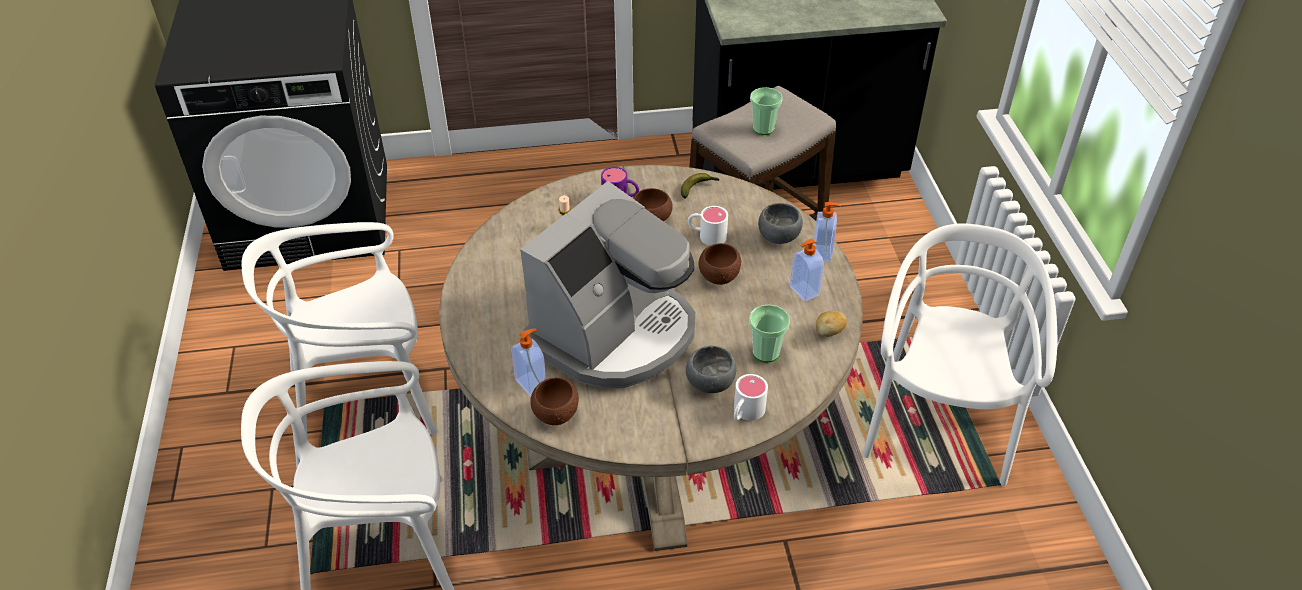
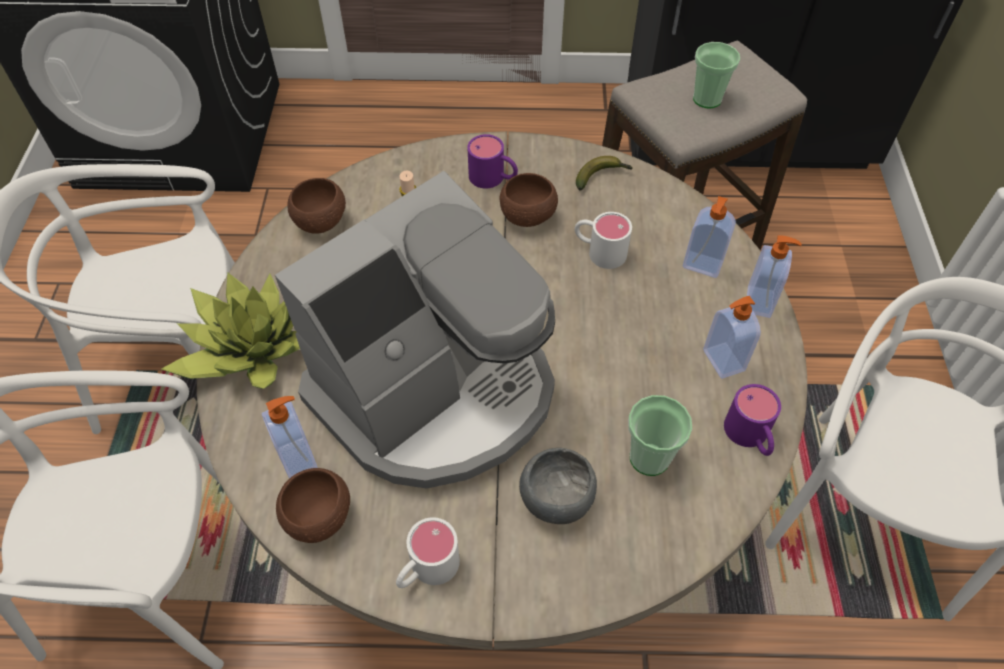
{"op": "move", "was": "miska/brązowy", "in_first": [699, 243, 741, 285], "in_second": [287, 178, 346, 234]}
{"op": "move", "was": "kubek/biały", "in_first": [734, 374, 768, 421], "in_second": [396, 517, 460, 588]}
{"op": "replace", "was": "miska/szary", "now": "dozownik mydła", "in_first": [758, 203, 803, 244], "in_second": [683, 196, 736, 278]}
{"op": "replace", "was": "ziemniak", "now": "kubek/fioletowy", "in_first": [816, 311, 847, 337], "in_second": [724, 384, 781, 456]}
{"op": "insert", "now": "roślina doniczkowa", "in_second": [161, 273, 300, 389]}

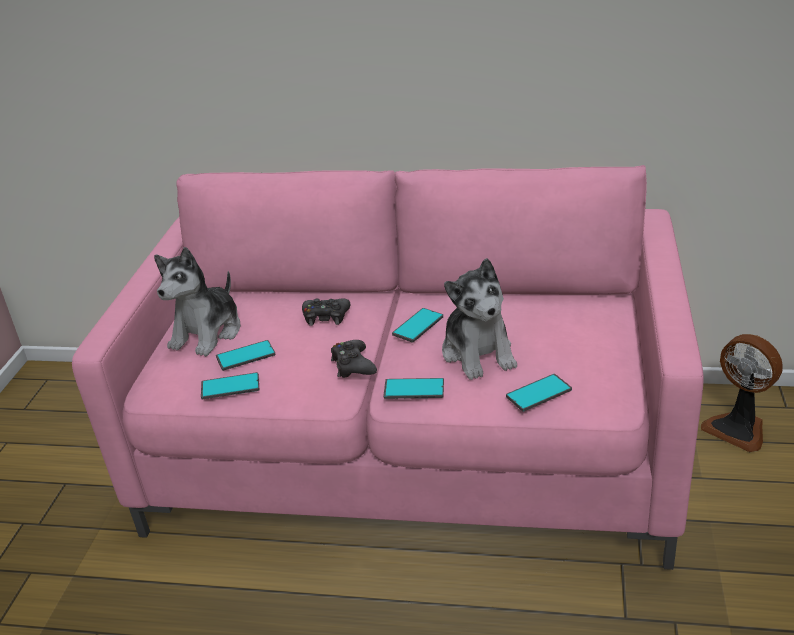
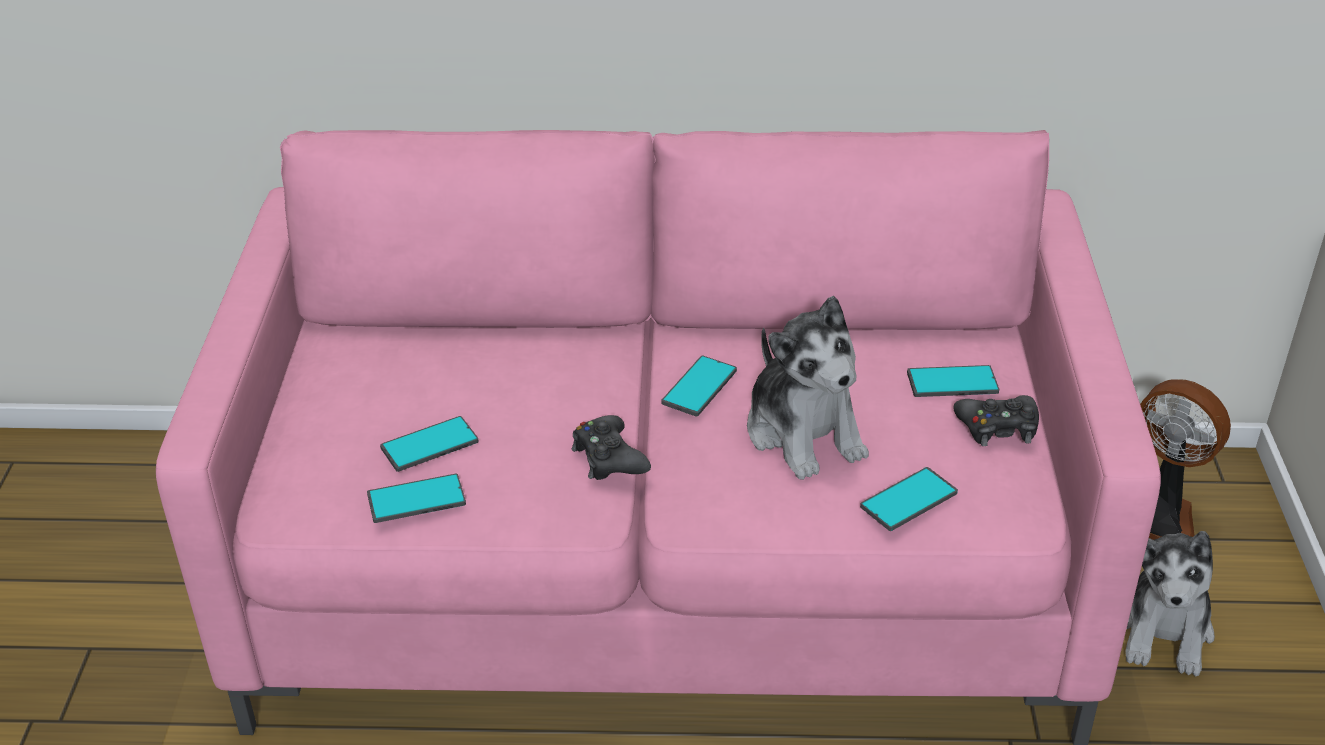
{"op": "move", "was": "pluszak", "in_first": [154, 247, 241, 356], "in_second": [1125, 531, 1215, 677]}
{"op": "move", "was": "pad do gier/czarny", "in_first": [302, 298, 350, 326], "in_second": [953, 395, 1039, 446]}
{"op": "move", "was": "telefon", "in_first": [383, 378, 444, 399], "in_second": [907, 365, 999, 397]}

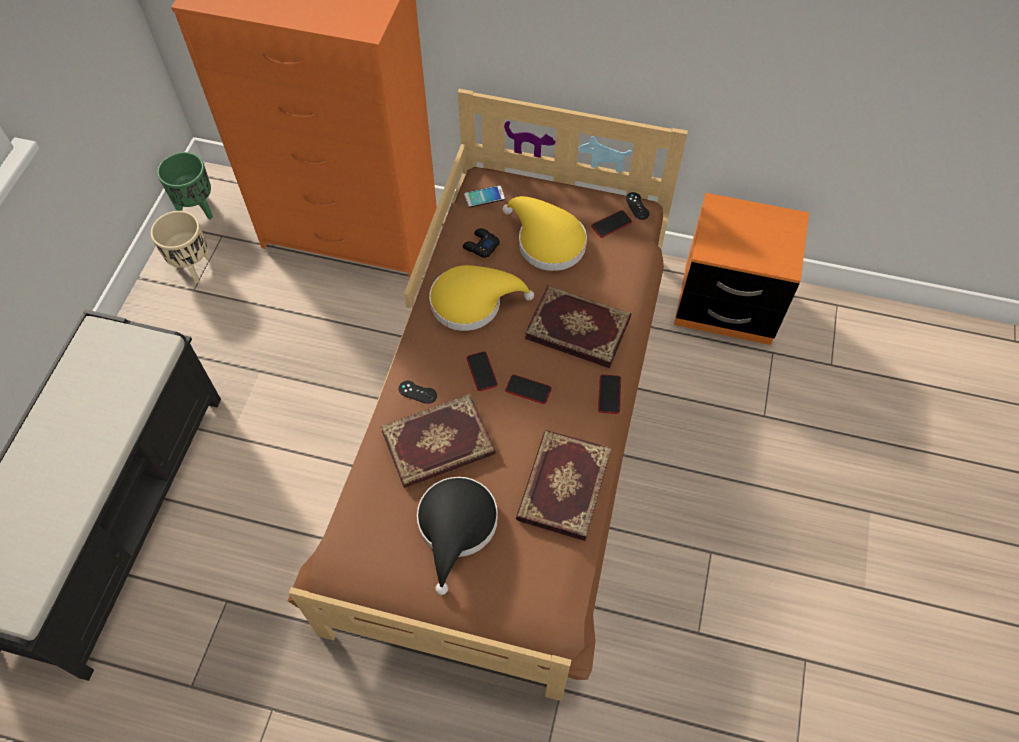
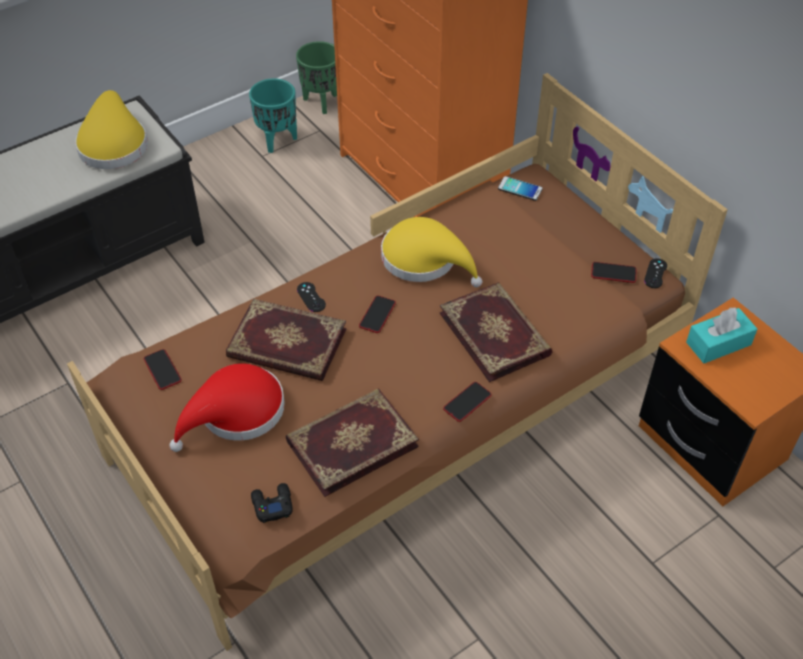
{"op": "recolor", "was": "donica/beżowy", "now": "donica/turkusowy", "in_first": [151, 211, 210, 283], "in_second": [249, 78, 297, 153]}
{"op": "recolor", "was": "kapelusz/czarny", "now": "kapelusz/czerwony", "in_first": [417, 477, 498, 595], "in_second": [170, 363, 285, 452]}
{"op": "move", "was": "pad do gier/czarny", "in_first": [463, 228, 500, 258], "in_second": [251, 483, 293, 523]}
{"op": "move", "was": "kapelusz/żółty", "in_first": [503, 196, 587, 271], "in_second": [75, 90, 148, 169]}
{"op": "move", "was": "telefon", "in_first": [505, 375, 552, 404], "in_second": [144, 349, 182, 390]}
{"op": "insert", "now": "pudełko chusteczek/turkusowy", "in_second": [686, 308, 757, 363]}

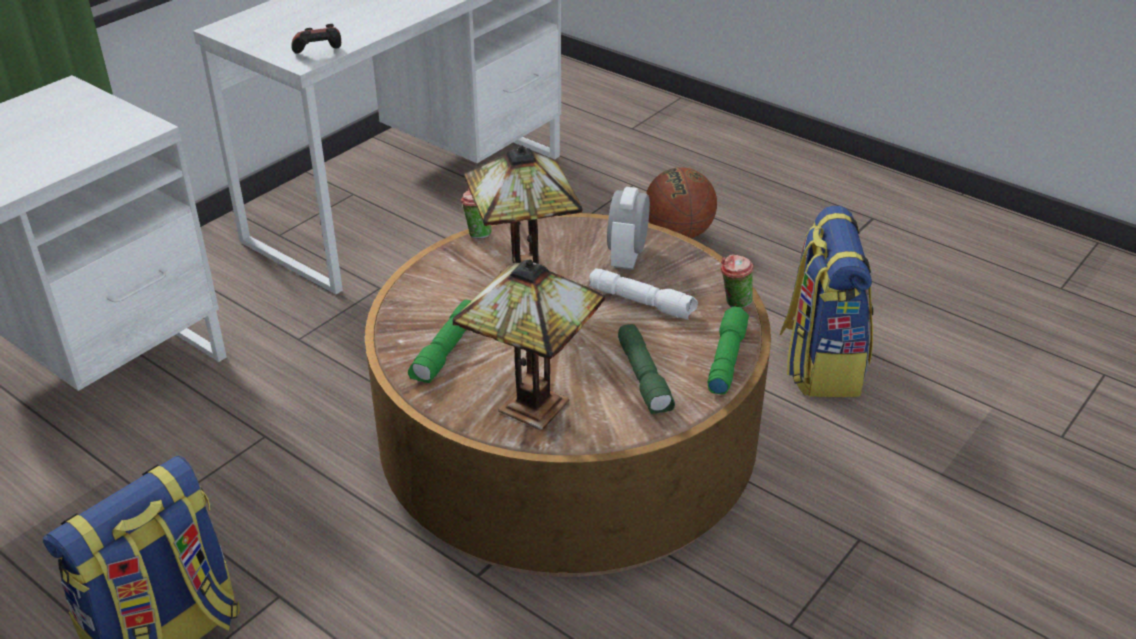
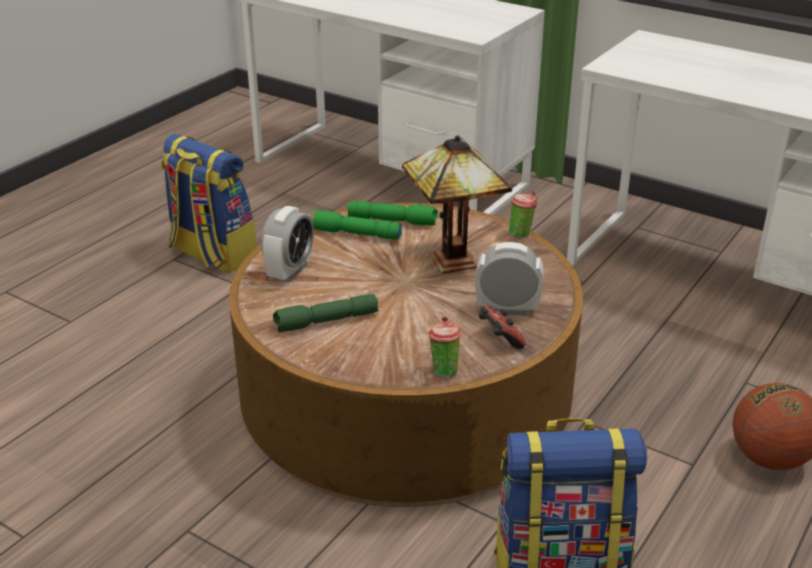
{"op": "move", "was": "pad do gier", "in_first": [291, 24, 341, 53], "in_second": [478, 306, 525, 349]}
{"op": "replace", "was": "lampa stołowa", "now": "budzik", "in_first": [452, 260, 605, 430], "in_second": [261, 206, 314, 282]}
{"op": "delete", "was": "latarka/biały", "in_first": [589, 268, 698, 320]}
{"op": "move", "was": "latarka/zielony", "in_first": [708, 307, 749, 395], "in_second": [347, 201, 438, 226]}

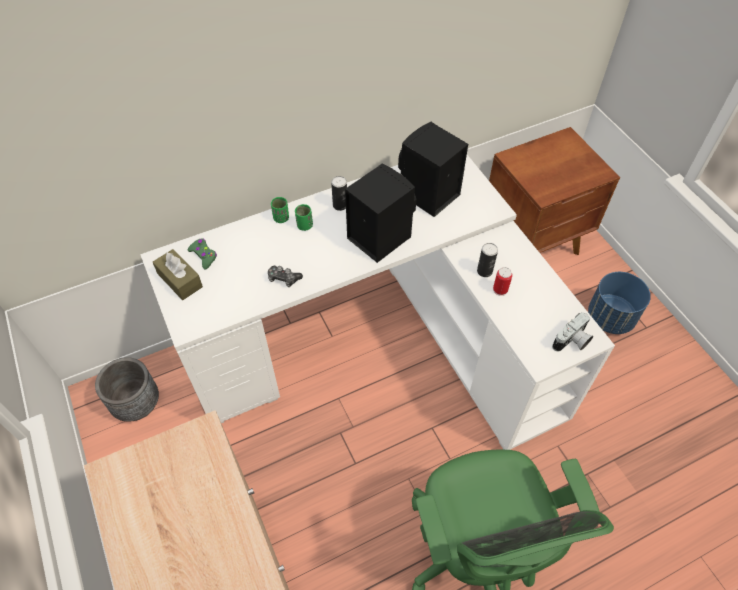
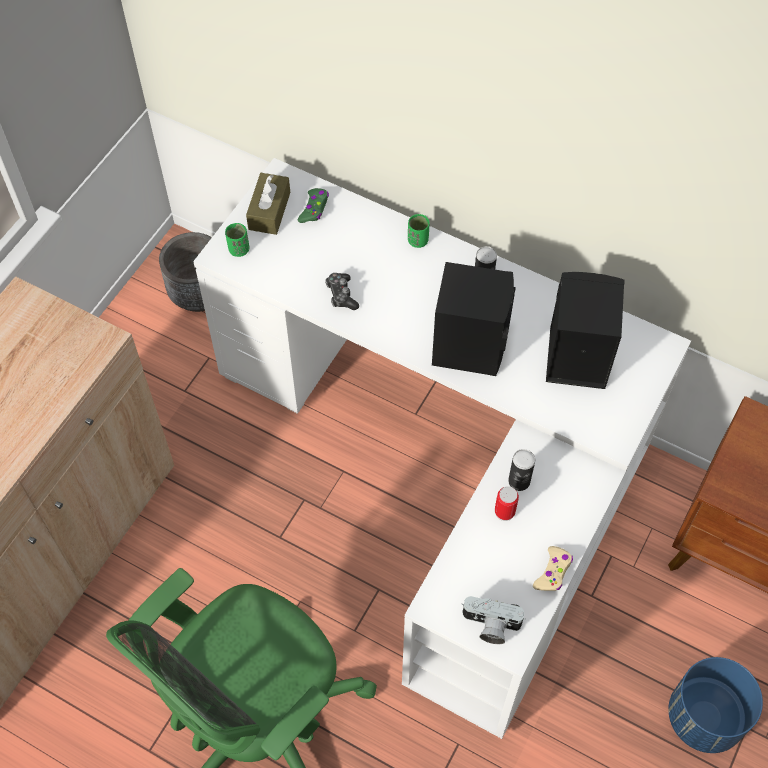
{"op": "move", "was": "filiżanka/zielony", "in_first": [295, 204, 313, 231], "in_second": [225, 223, 250, 257]}
{"op": "insert", "now": "pad do gier/beżowy", "in_second": [533, 546, 573, 591]}

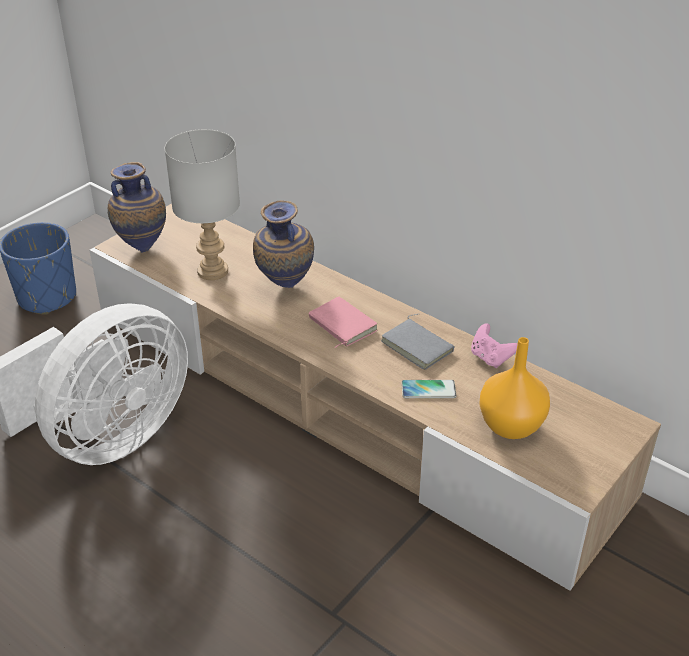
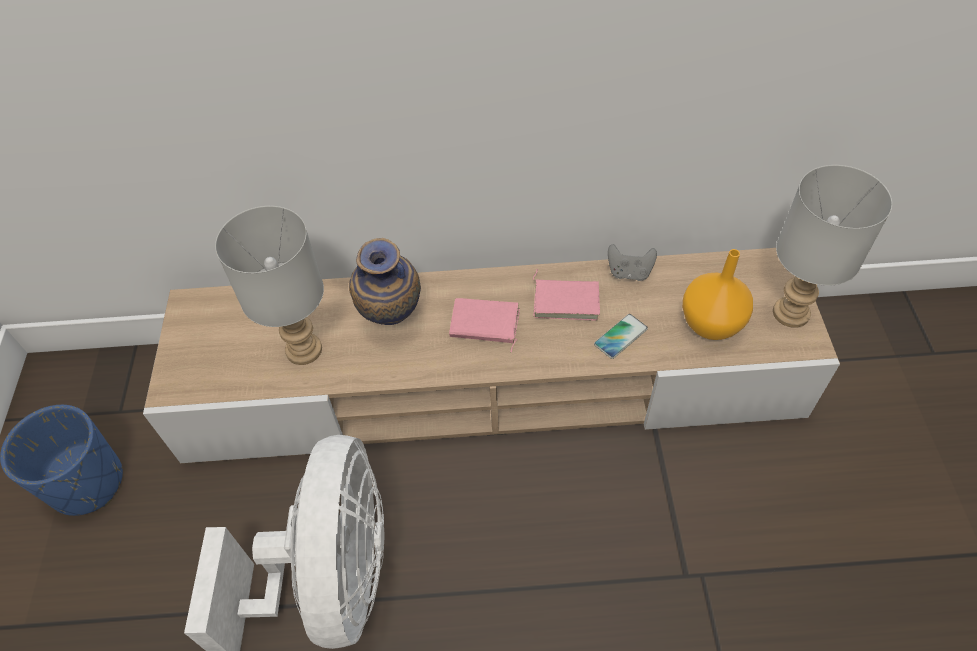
{"op": "delete", "was": "wazon", "in_first": [108, 162, 166, 253]}
{"op": "recolor", "was": "książka/szary", "now": "książka/różowy", "in_first": [381, 314, 455, 370], "in_second": [533, 269, 600, 321]}
{"op": "recolor", "was": "pad do gier/różowy", "now": "pad do gier/szary", "in_first": [471, 323, 517, 368], "in_second": [608, 244, 657, 281]}
{"op": "insert", "now": "lampa stołowa/szary", "in_second": [773, 165, 892, 328]}

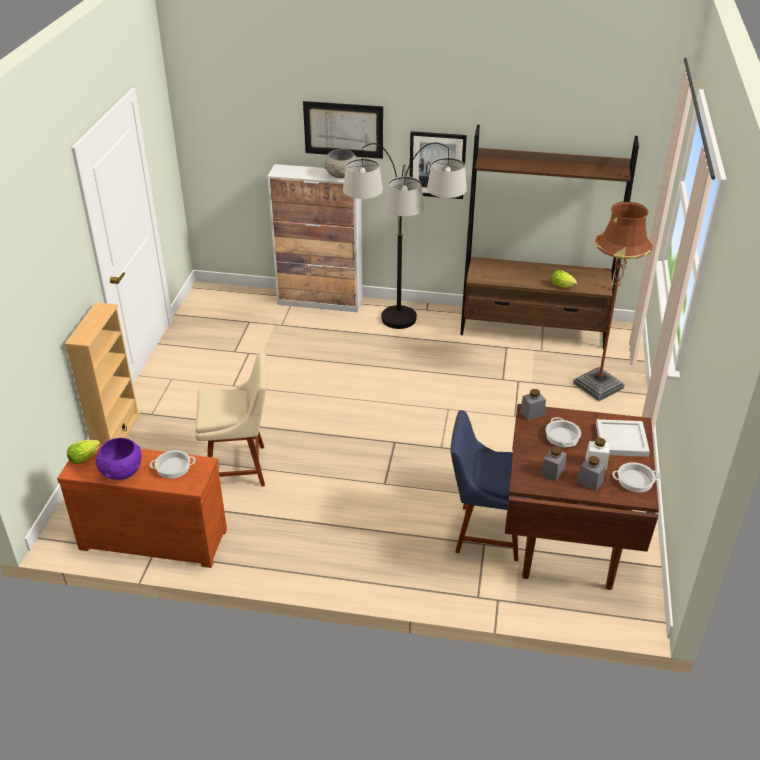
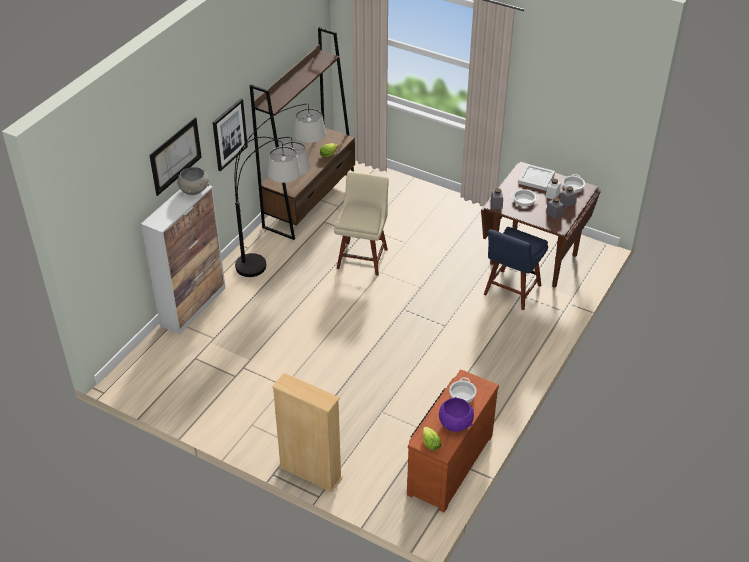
{"op": "move", "was": "krzesło/beżowy", "in_first": [195, 352, 268, 487], "in_second": [334, 171, 389, 276]}
{"op": "delete", "was": "lampa stojąca/brązowy", "in_first": [573, 202, 653, 401]}

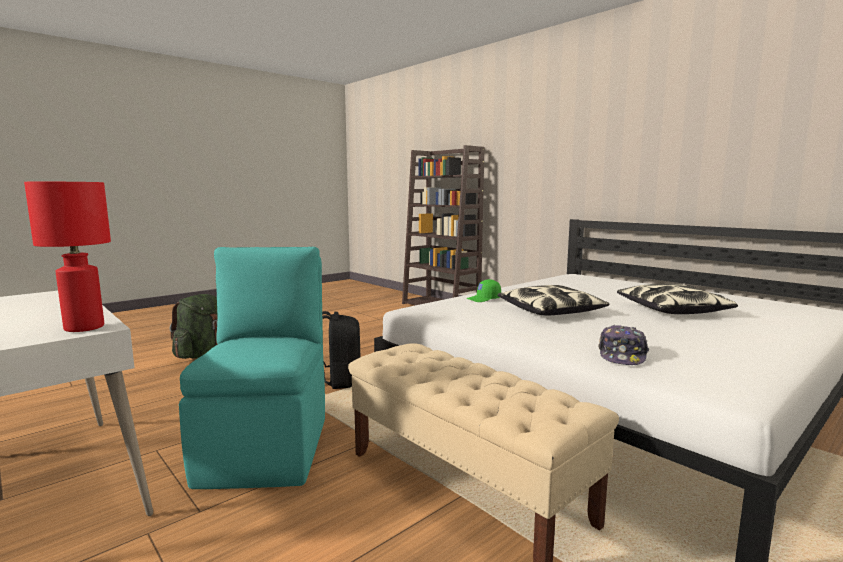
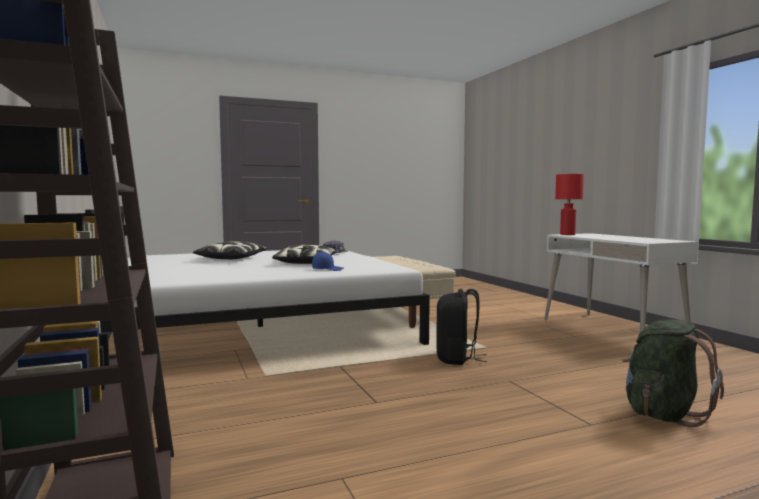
{"op": "delete", "was": "krzesło/turkusowy", "in_first": [179, 247, 325, 489]}
{"op": "recolor", "was": "czapka z daszkiem/zielony", "now": "czapka z daszkiem/niebieski", "in_first": [467, 279, 501, 302], "in_second": [312, 252, 344, 271]}

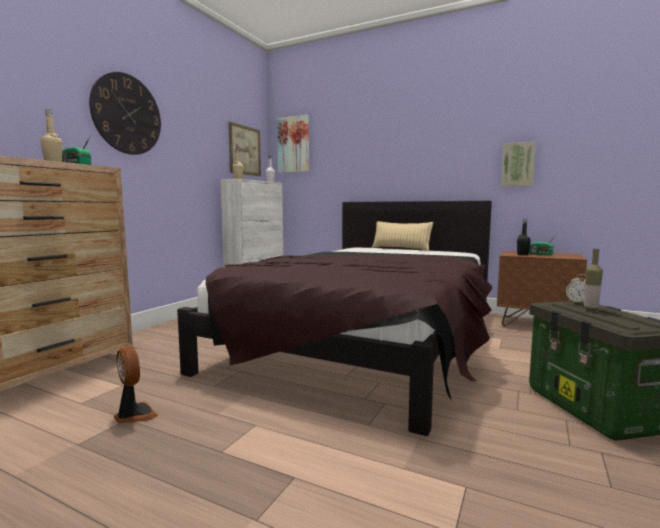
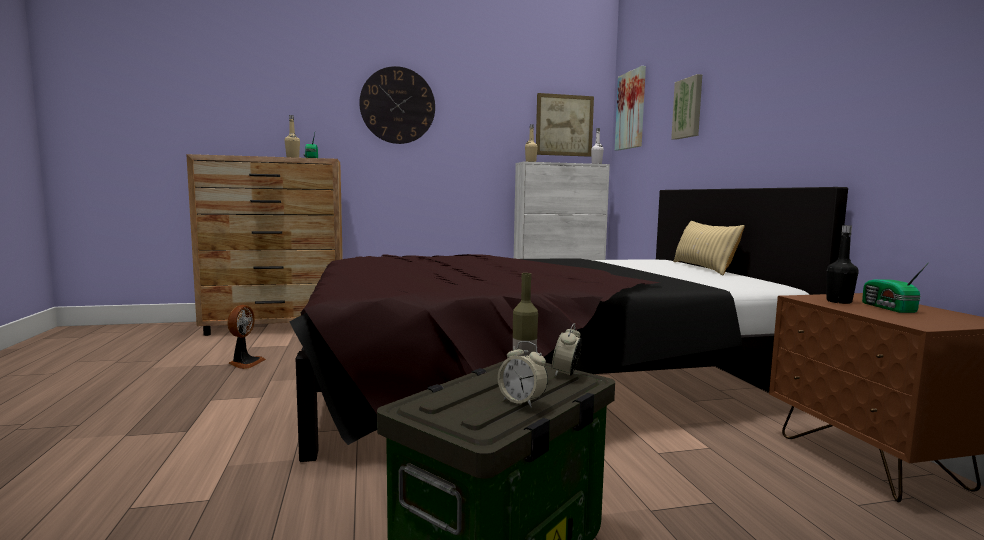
{"op": "move", "was": "obraz", "in_first": [501, 141, 536, 187], "in_second": [671, 74, 702, 140]}
{"op": "insert", "now": "budzik", "in_second": [498, 341, 548, 407]}

